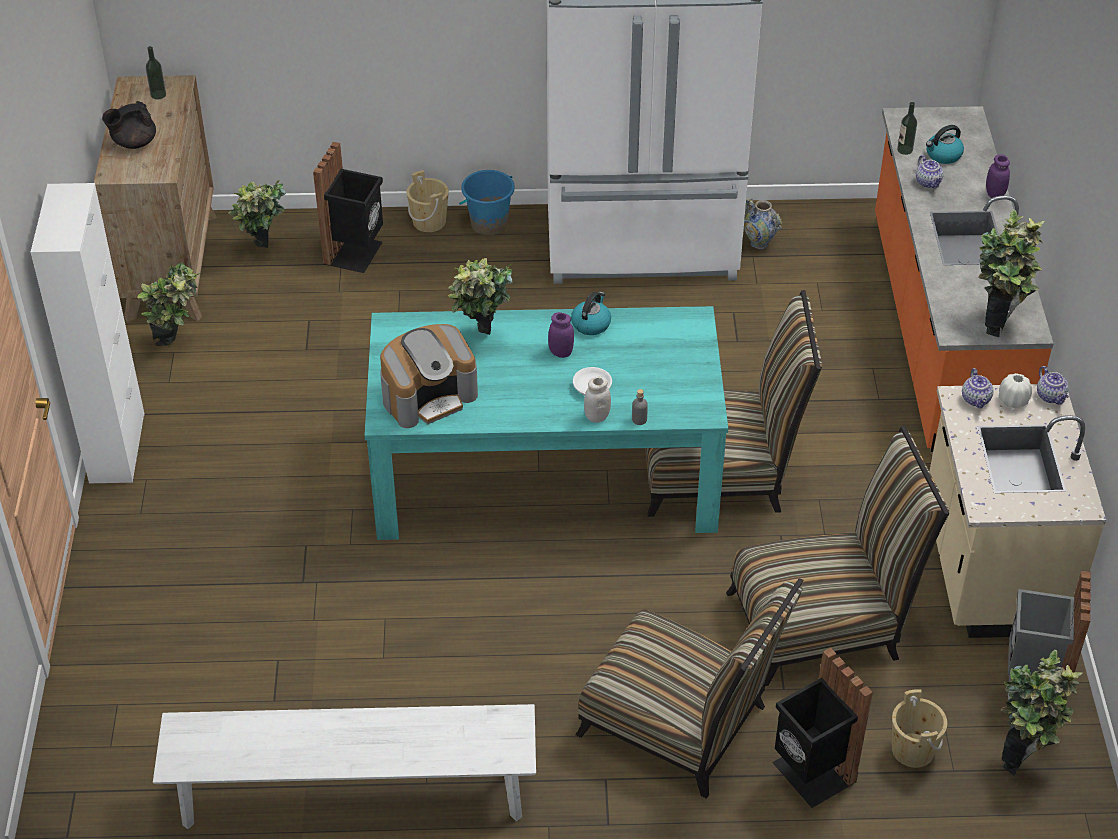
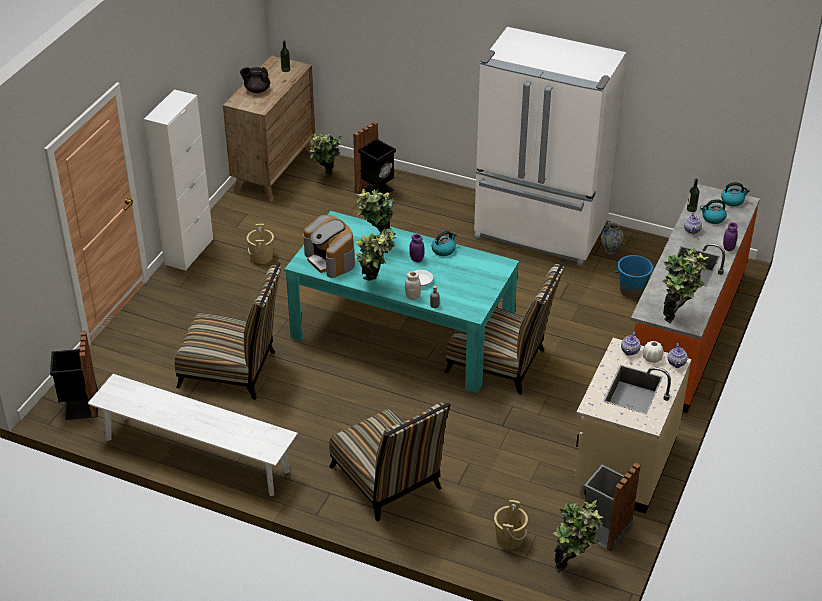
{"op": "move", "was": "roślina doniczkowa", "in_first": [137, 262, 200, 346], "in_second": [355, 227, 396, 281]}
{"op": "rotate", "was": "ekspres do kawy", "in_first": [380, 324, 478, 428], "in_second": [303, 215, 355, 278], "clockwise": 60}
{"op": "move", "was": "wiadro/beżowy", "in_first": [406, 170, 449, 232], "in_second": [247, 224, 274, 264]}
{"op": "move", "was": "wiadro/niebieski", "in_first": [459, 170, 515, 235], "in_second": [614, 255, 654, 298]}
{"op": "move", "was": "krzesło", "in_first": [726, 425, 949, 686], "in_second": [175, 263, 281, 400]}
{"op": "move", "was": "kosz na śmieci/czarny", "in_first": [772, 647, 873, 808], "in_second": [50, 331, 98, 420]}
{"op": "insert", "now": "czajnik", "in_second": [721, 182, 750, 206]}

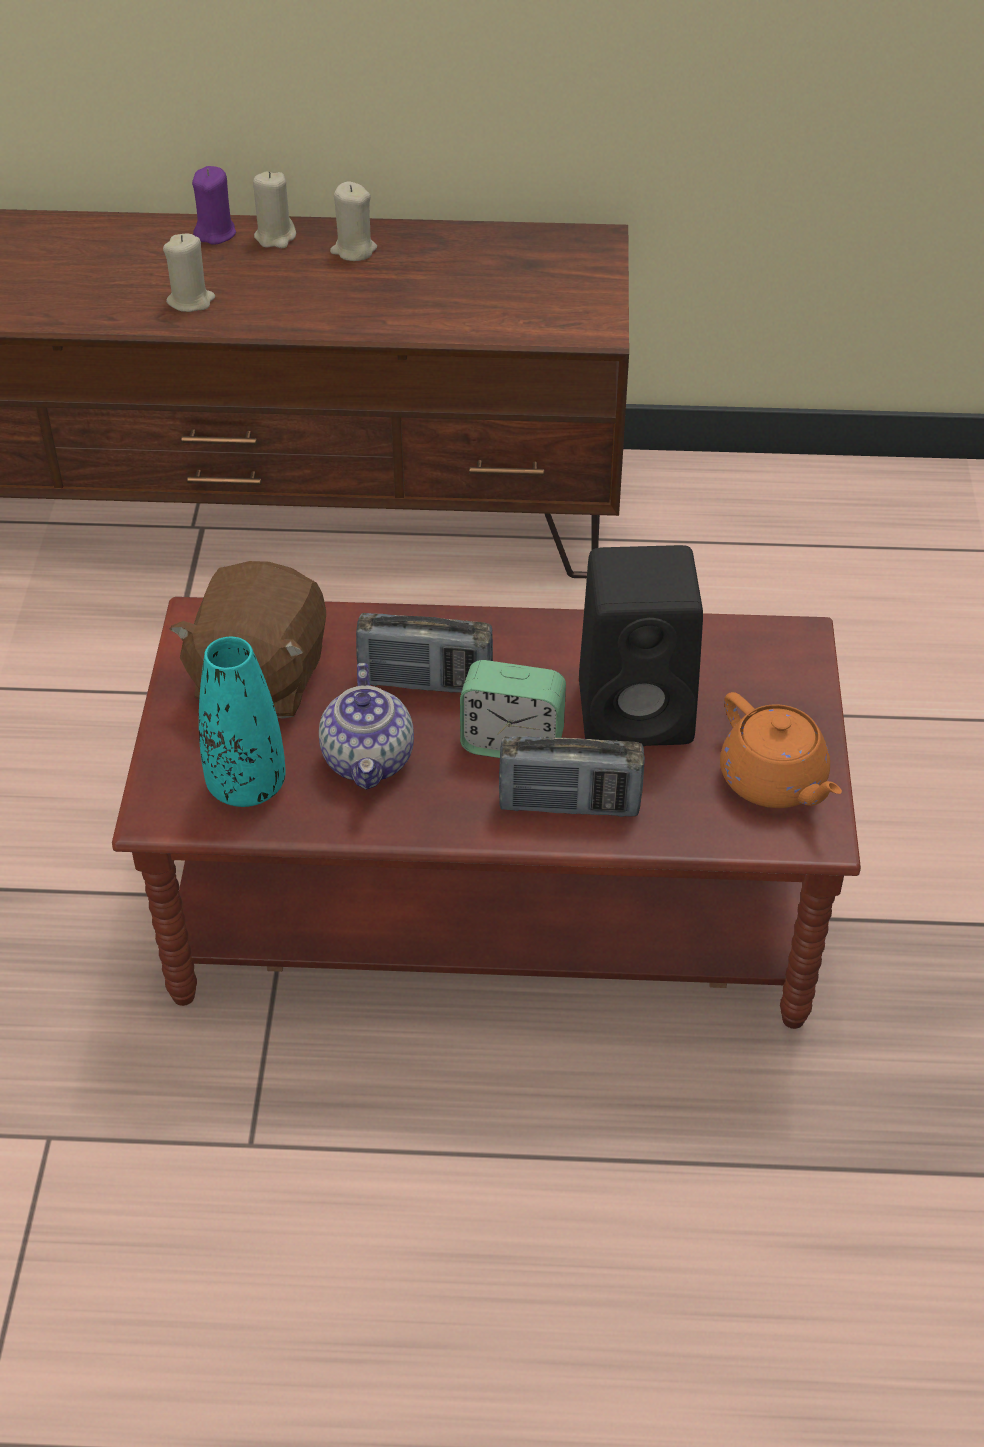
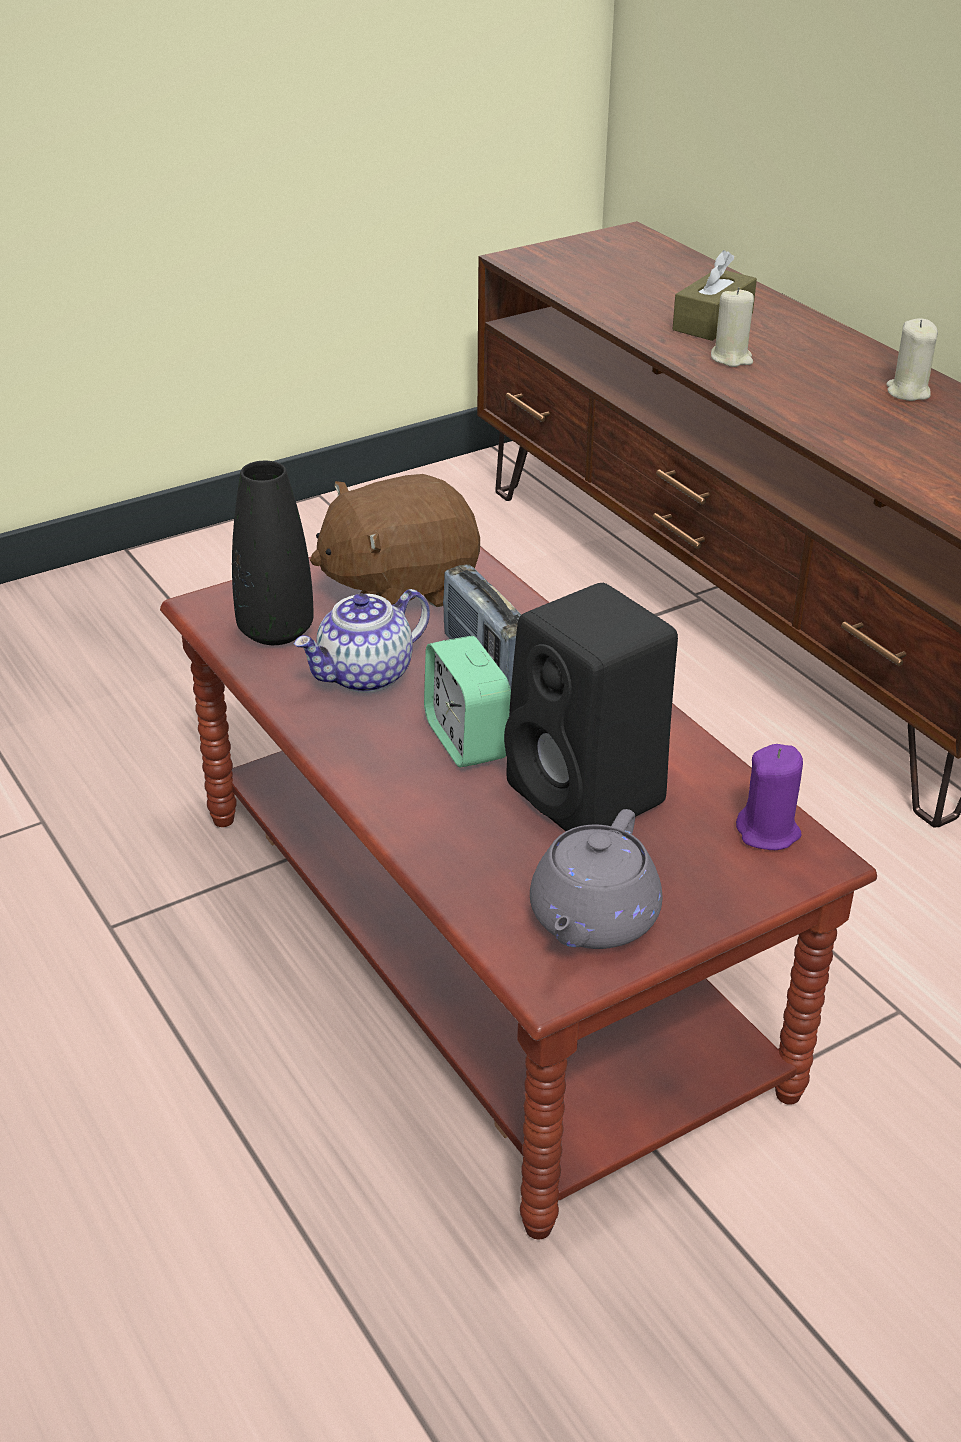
{"op": "move", "was": "świeca/fioletowy", "in_first": [192, 166, 236, 245], "in_second": [736, 744, 803, 850]}
{"op": "recolor", "was": "wazon/turkusowy", "now": "wazon/czarny", "in_first": [199, 636, 285, 807], "in_second": [232, 460, 314, 645]}
{"op": "delete", "was": "świeca/beżowy", "in_first": [253, 171, 296, 248]}
{"op": "delete", "was": "radio", "in_first": [499, 736, 645, 817]}
{"op": "recolor", "was": "imbryk/pomarańczowy", "now": "imbryk/szary", "in_first": [720, 692, 842, 808], "in_second": [530, 809, 663, 949]}
{"op": "insert", "now": "pudełko chusteczek/brązowy", "in_second": [673, 250, 757, 341]}

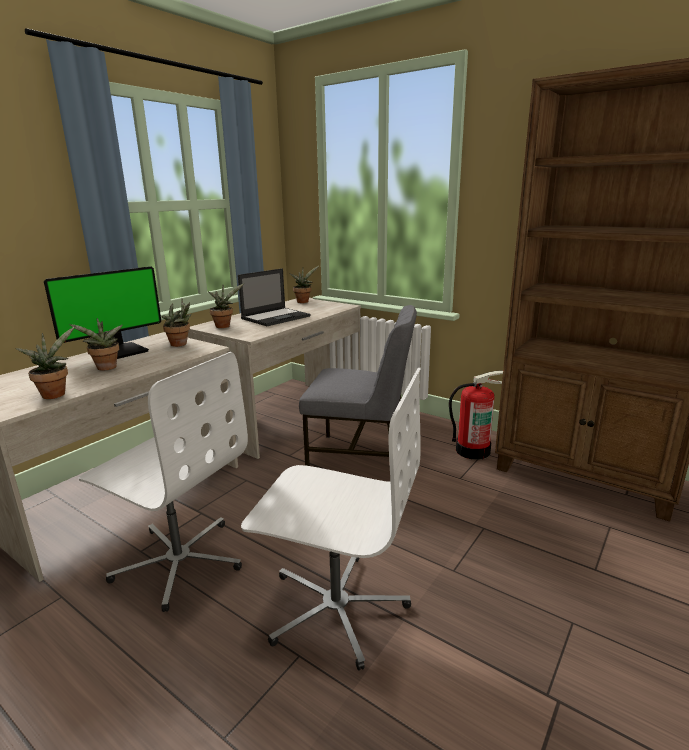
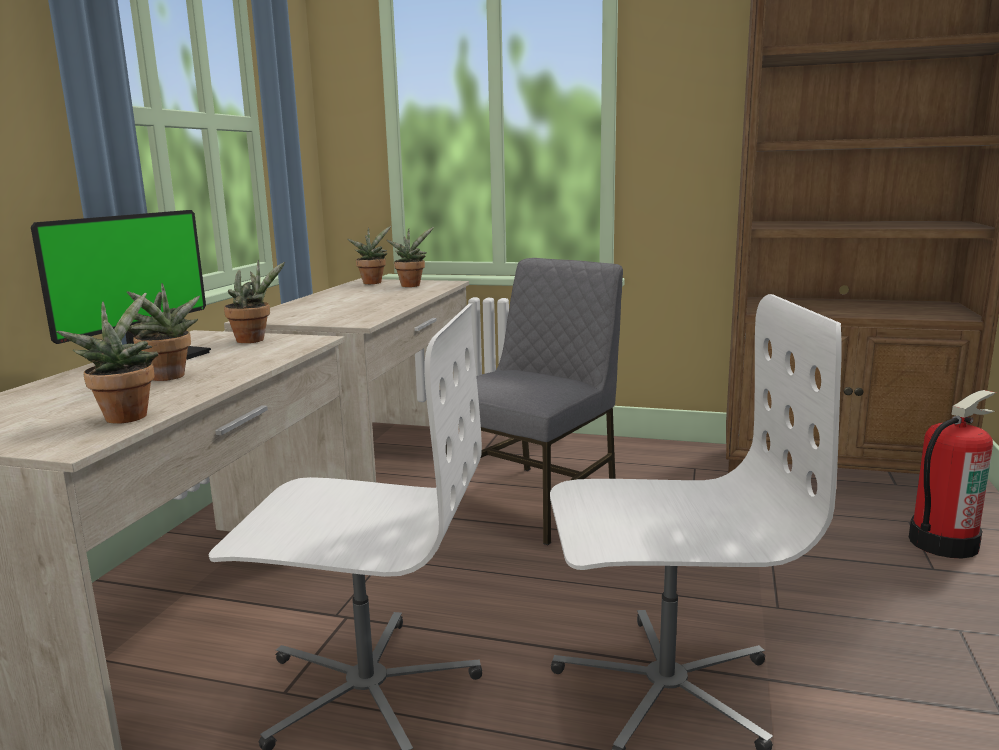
{"op": "move", "was": "roślina doniczkowa", "in_first": [208, 283, 244, 328], "in_second": [387, 227, 434, 287]}
{"op": "delete", "was": "laptop", "in_first": [238, 268, 310, 326]}
{"op": "rotate", "was": "krzesło/szary", "in_first": [299, 305, 417, 466], "in_second": [439, 258, 623, 545], "clockwise": -45}
{"op": "move", "was": "gaśnica", "in_first": [449, 371, 503, 460], "in_second": [909, 390, 996, 558]}

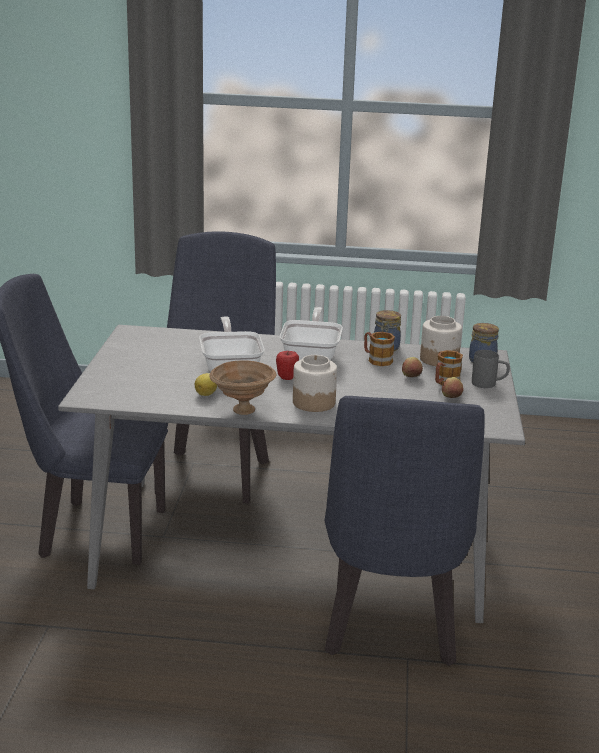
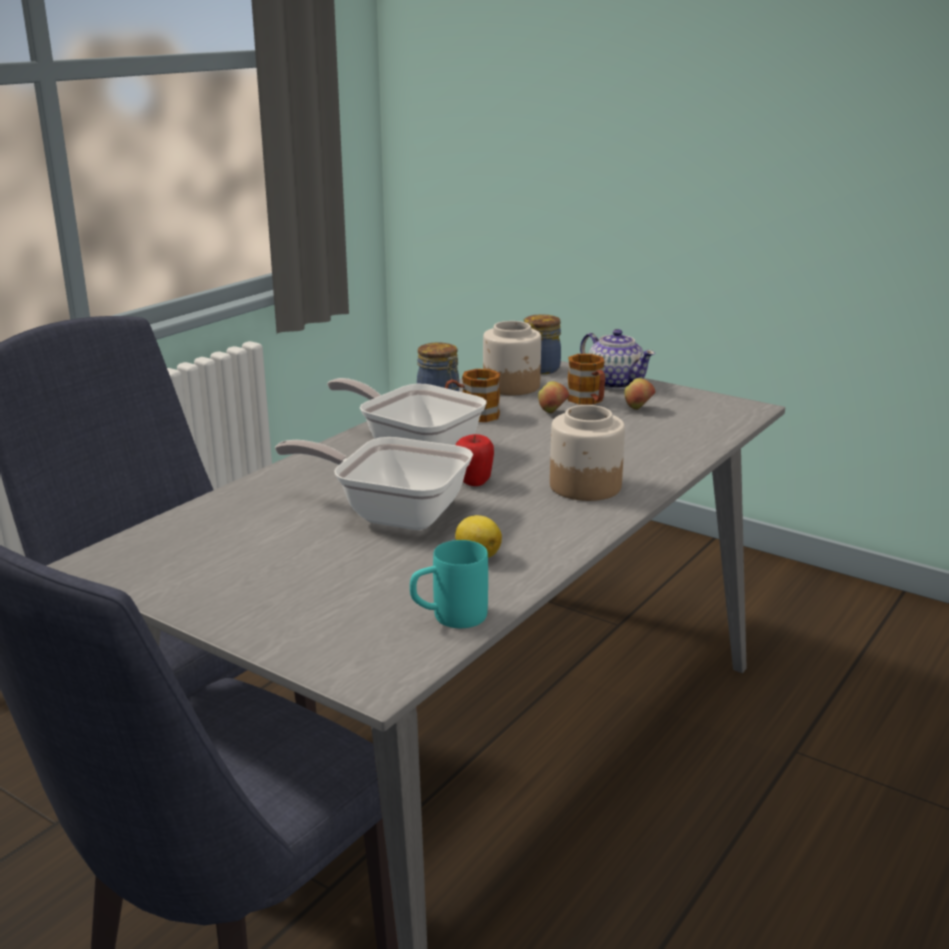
{"op": "delete", "was": "miska/brązowy", "in_first": [209, 360, 276, 415]}
{"op": "delete", "was": "krzesło/niebieski", "in_first": [325, 396, 485, 666]}
{"op": "replace", "was": "kubek/szary", "now": "imbryk", "in_first": [472, 350, 510, 388], "in_second": [580, 329, 655, 390]}
{"op": "insert", "now": "kubek/turkusowy", "in_second": [410, 540, 488, 628]}

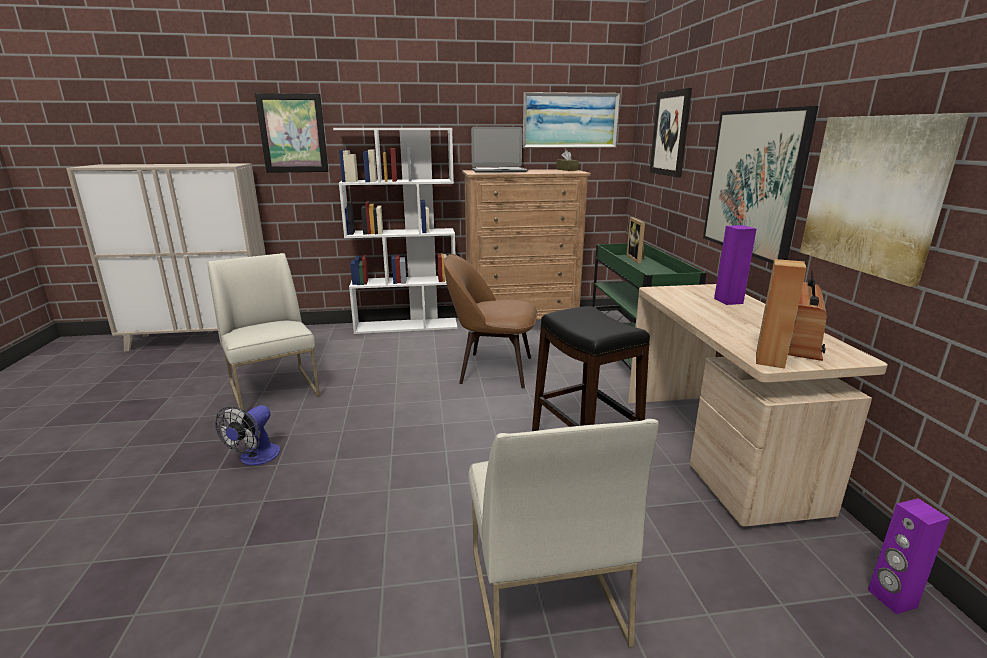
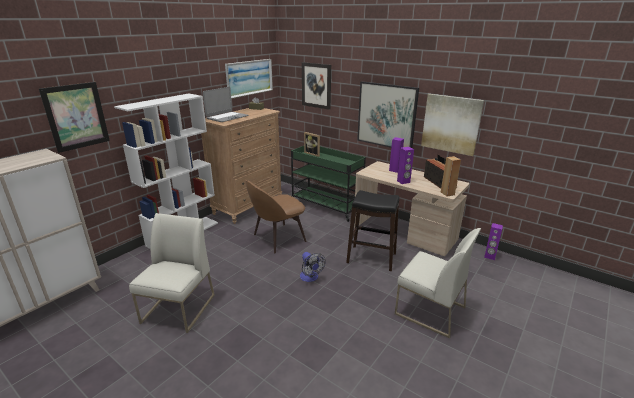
{"op": "rotate", "was": "krzesło/biały", "in_first": [207, 253, 320, 410], "in_second": [129, 213, 215, 333], "clockwise": 90}
{"op": "move", "was": "wentylator", "in_first": [215, 405, 280, 465], "in_second": [300, 252, 326, 282]}
{"op": "insert", "now": "głośnik/fioletowy", "in_second": [397, 147, 414, 184]}

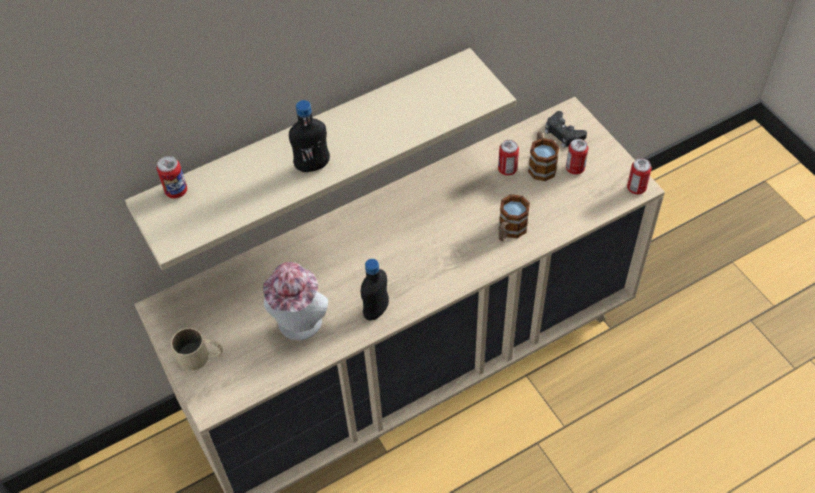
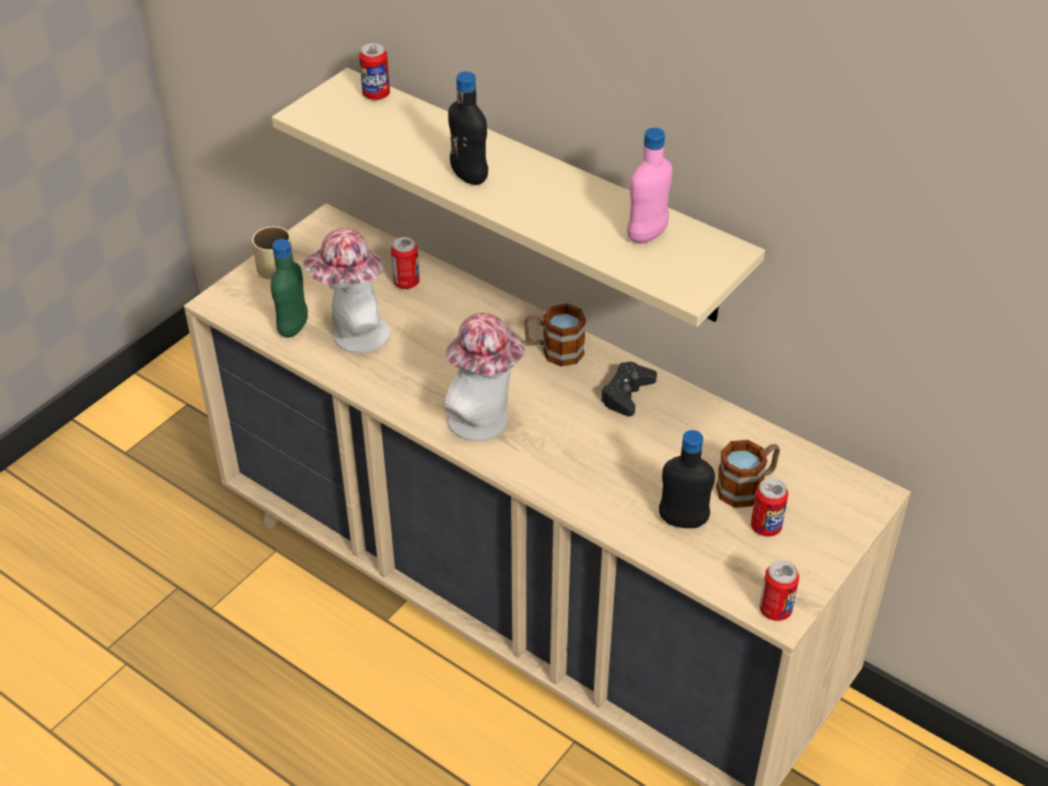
{"op": "move", "was": "butelka/czarny", "in_first": [361, 259, 389, 320], "in_second": [659, 430, 715, 528]}
{"op": "move", "was": "puszka", "in_first": [498, 140, 519, 176], "in_second": [391, 237, 420, 289]}
{"op": "move", "was": "kubek", "in_first": [499, 194, 530, 241], "in_second": [524, 304, 586, 367]}
{"op": "move", "was": "pad do gier/czarny", "in_first": [545, 111, 587, 148], "in_second": [600, 362, 657, 416]}
{"op": "insert", "now": "butelka/zielony", "in_second": [271, 239, 308, 338]}
{"op": "insert", "now": "kapelusz", "in_second": [443, 313, 526, 441]}
{"op": "insert", "now": "butelka/różowy", "in_second": [627, 128, 673, 244]}

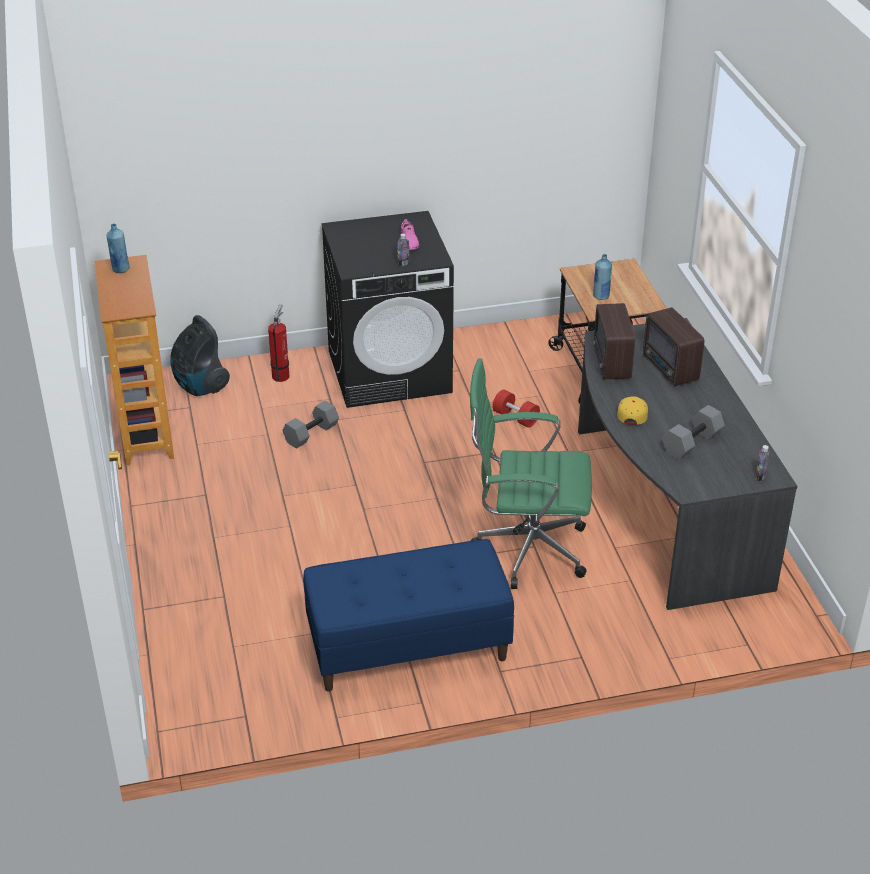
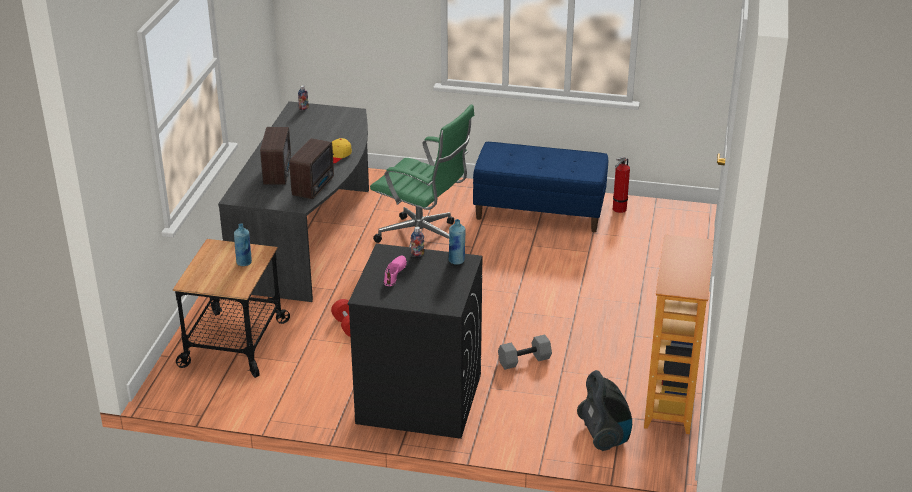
{"op": "move", "was": "butelka/niebieski", "in_first": [106, 224, 130, 273], "in_second": [448, 219, 465, 265]}
{"op": "move", "was": "gaśnica", "in_first": [268, 304, 289, 382], "in_second": [613, 157, 630, 213]}
{"op": "delete", "was": "hantel/szary", "in_first": [662, 405, 725, 460]}

